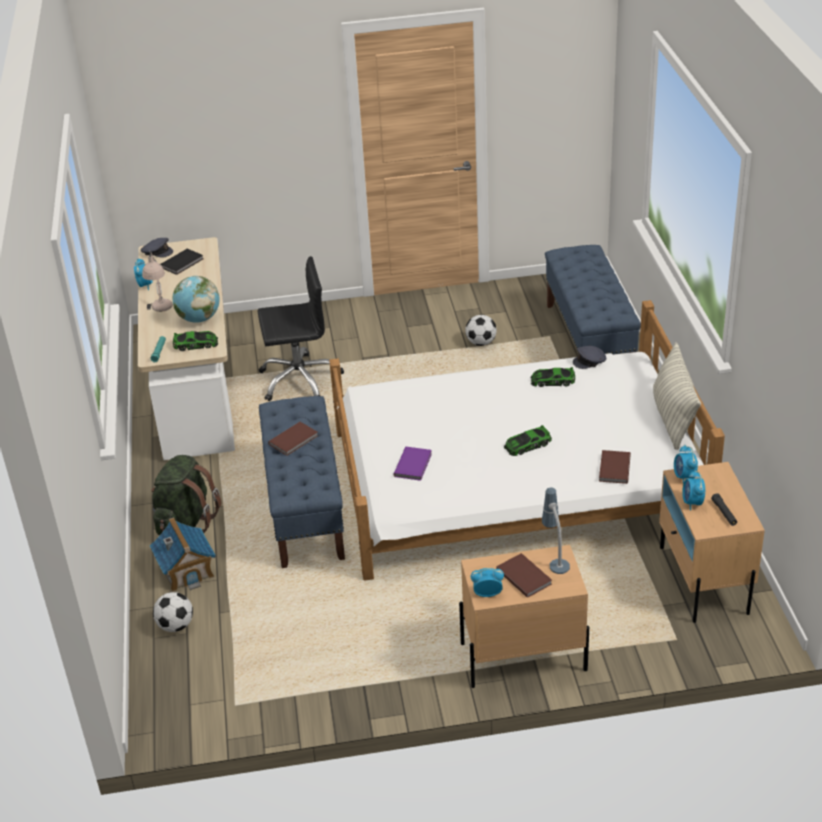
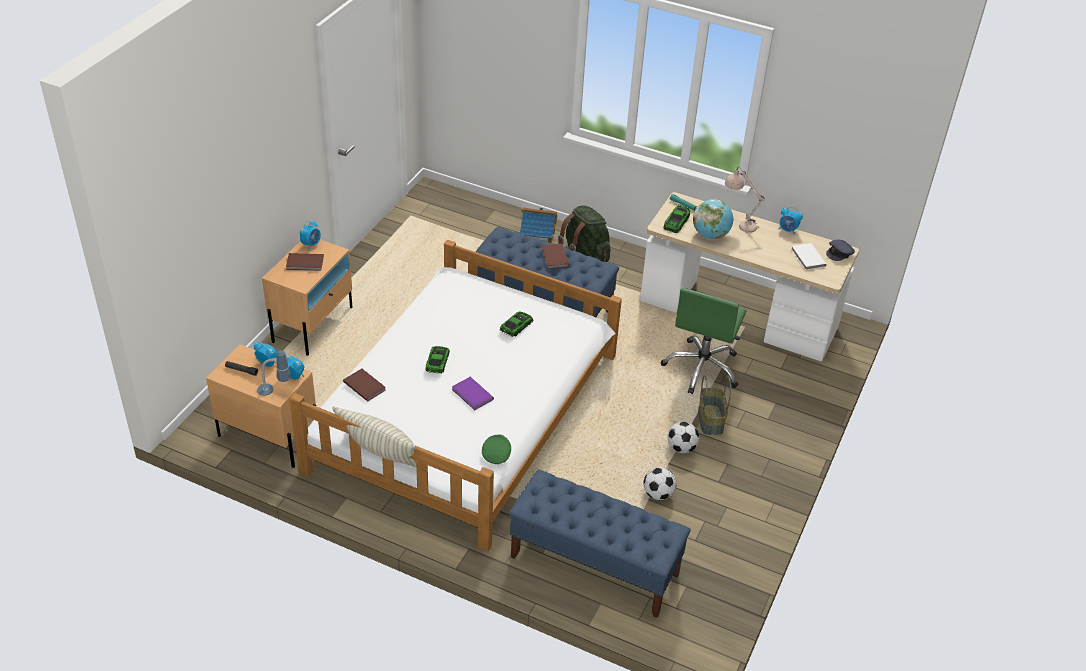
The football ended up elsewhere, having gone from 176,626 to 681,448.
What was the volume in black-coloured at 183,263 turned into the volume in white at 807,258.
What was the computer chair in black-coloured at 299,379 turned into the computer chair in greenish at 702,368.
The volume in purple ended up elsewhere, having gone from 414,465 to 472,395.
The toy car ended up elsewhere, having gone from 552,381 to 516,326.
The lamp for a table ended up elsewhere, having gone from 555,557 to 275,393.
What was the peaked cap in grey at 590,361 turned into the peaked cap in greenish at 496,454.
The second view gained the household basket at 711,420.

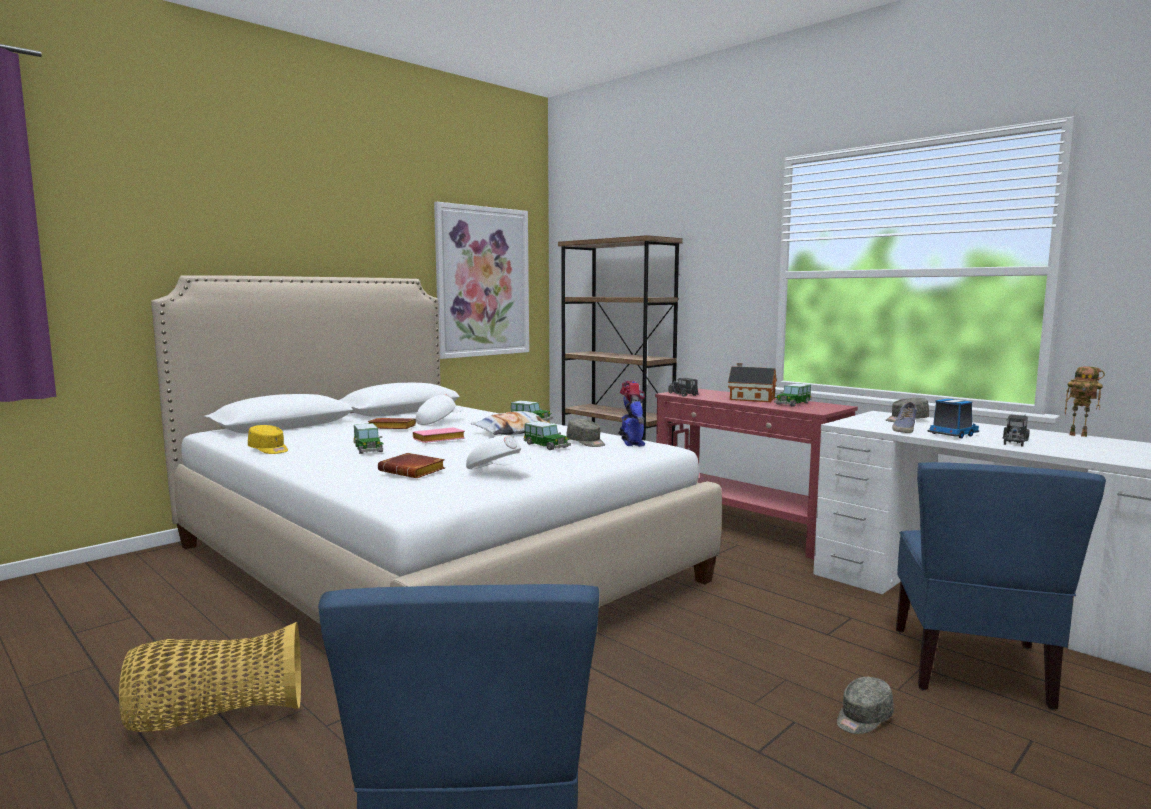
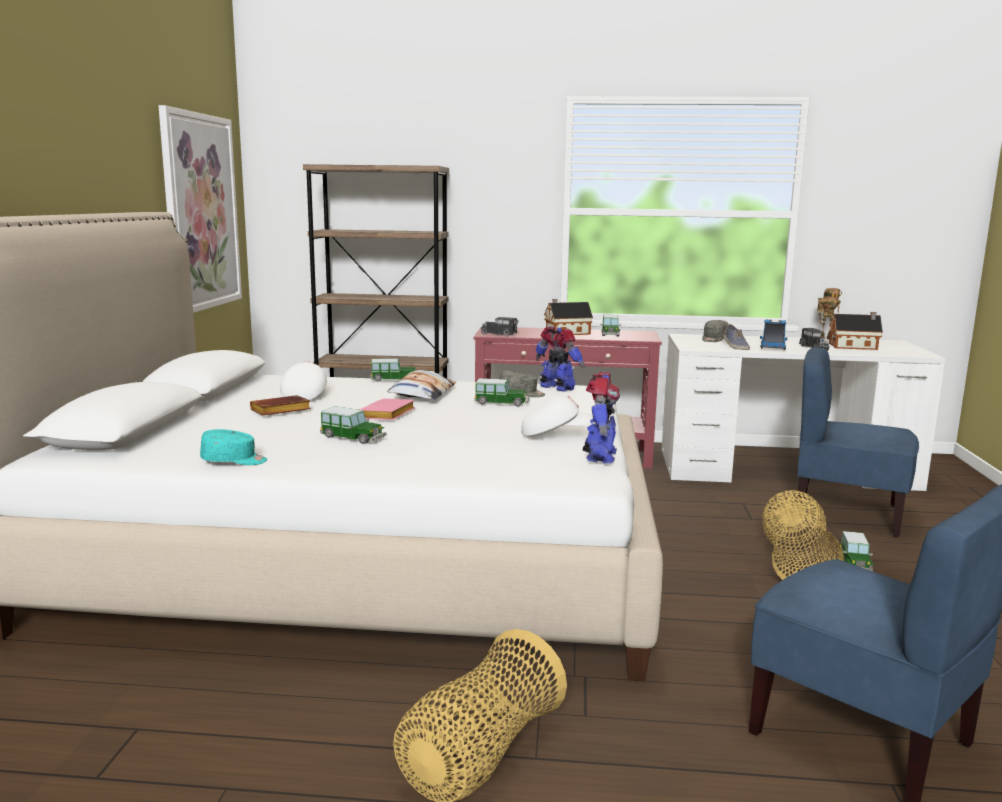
What was the peaked cap in yellow-coloured at 269,450 turned into the peaked cap in turquoise-coloured at 234,461.
The second view lost the volume in brownish at 414,471.
Where the peaked cap in grey stood at 863,718, the toy car came to stand at 855,563.
The chair in blue at 972,667 ended up facing another way, 135 degrees clockwise from before.
The second view gained the robot figure at 599,456.
The second view gained the household basket at 795,563.
The second view gained the model house at 855,346.

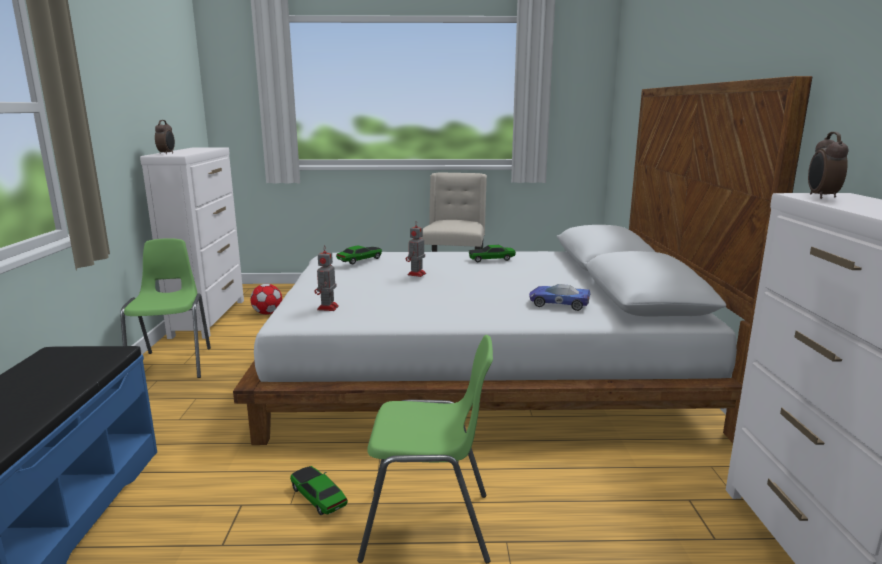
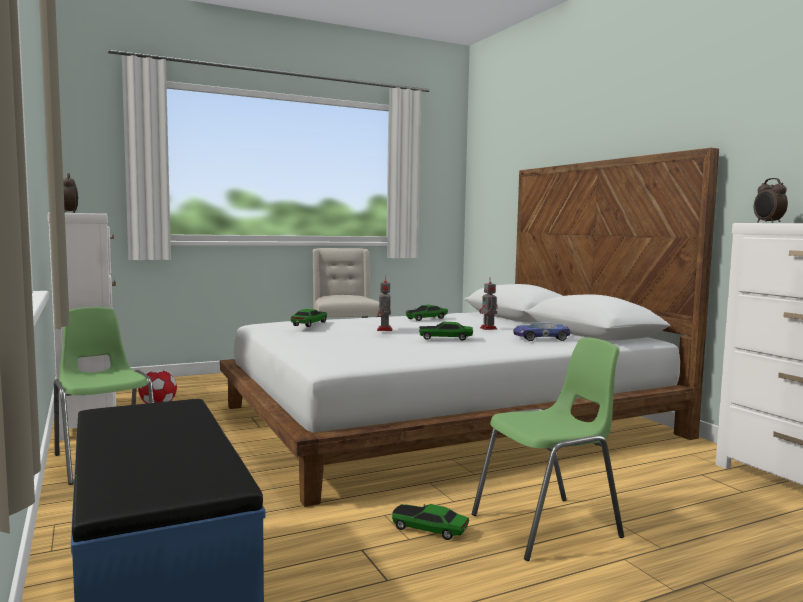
The robot figure ended up elsewhere, having gone from 327,308 to 488,328.
The second view gained the toy car at 445,338.

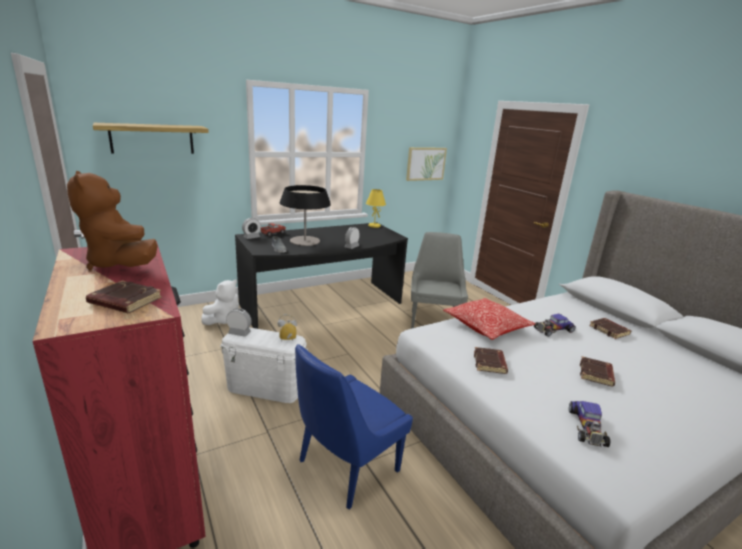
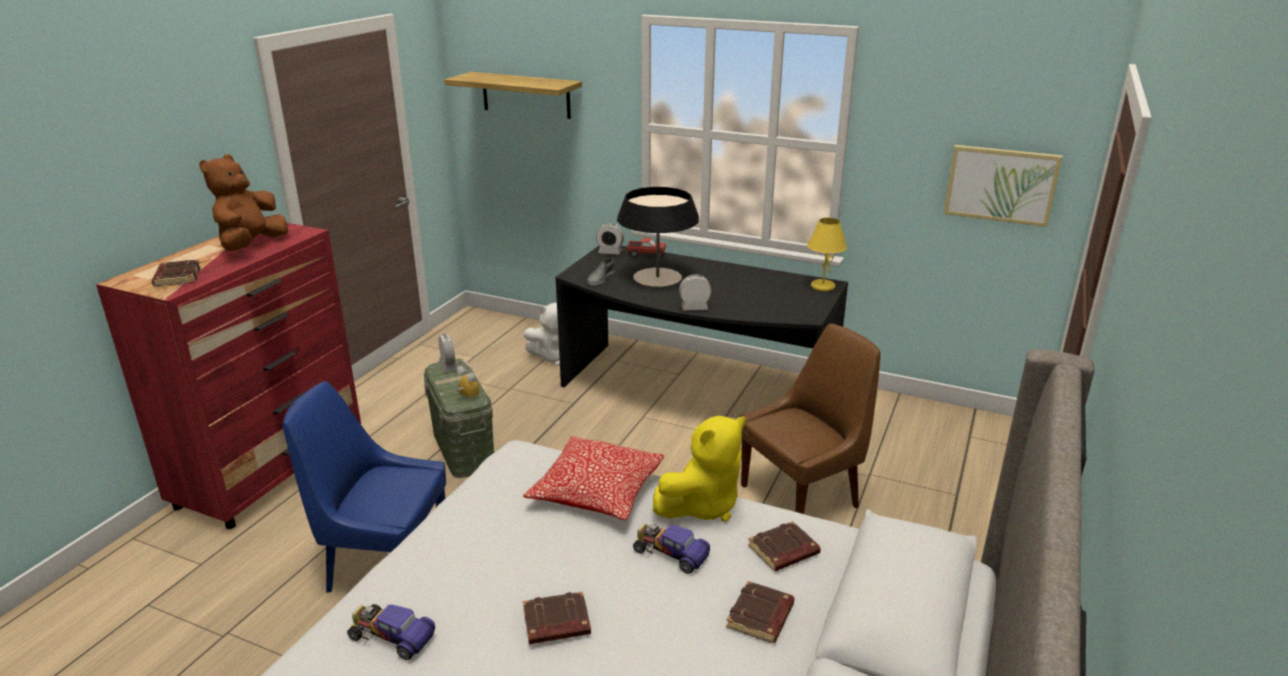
What was the storage bin in white at 265,388 turned into the storage bin in greenish at 463,449.
What was the chair in grey at 433,321 turned into the chair in brownish at 803,495.
The volume in brownish ended up elsewhere, having gone from 490,363 to 783,551.
The toy car at 587,427 ended up facing another way, 45 degrees clockwise from before.
The second view gained the cuddly toy in yellow-coloured at 702,505.

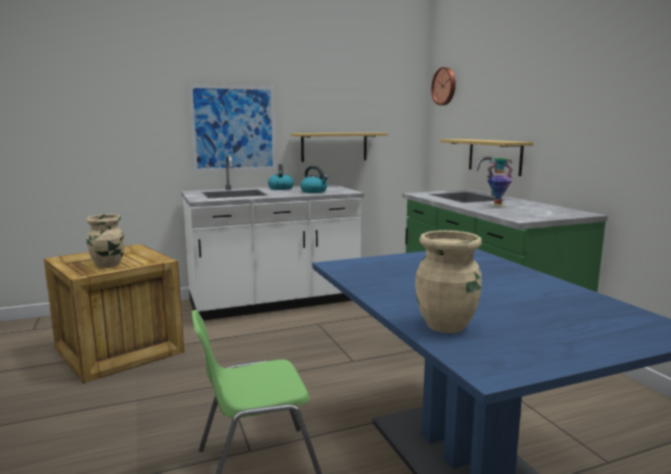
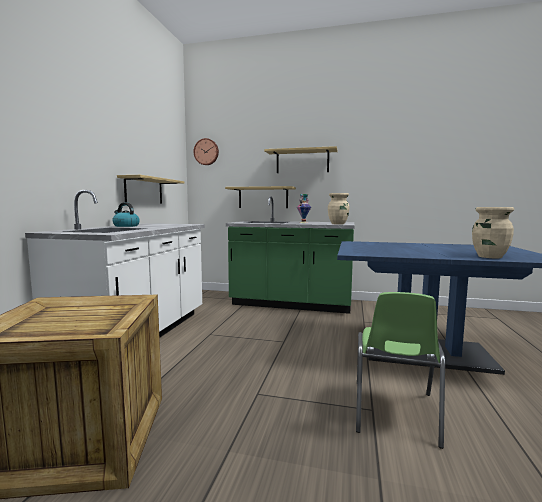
The flower vase in beige-coloured ended up elsewhere, having gone from 108,265 to 338,224.
The second view lost the picture at 234,128.
The second view lost the kettle at 314,191.
The second view gained the bracket shelf at 302,162.

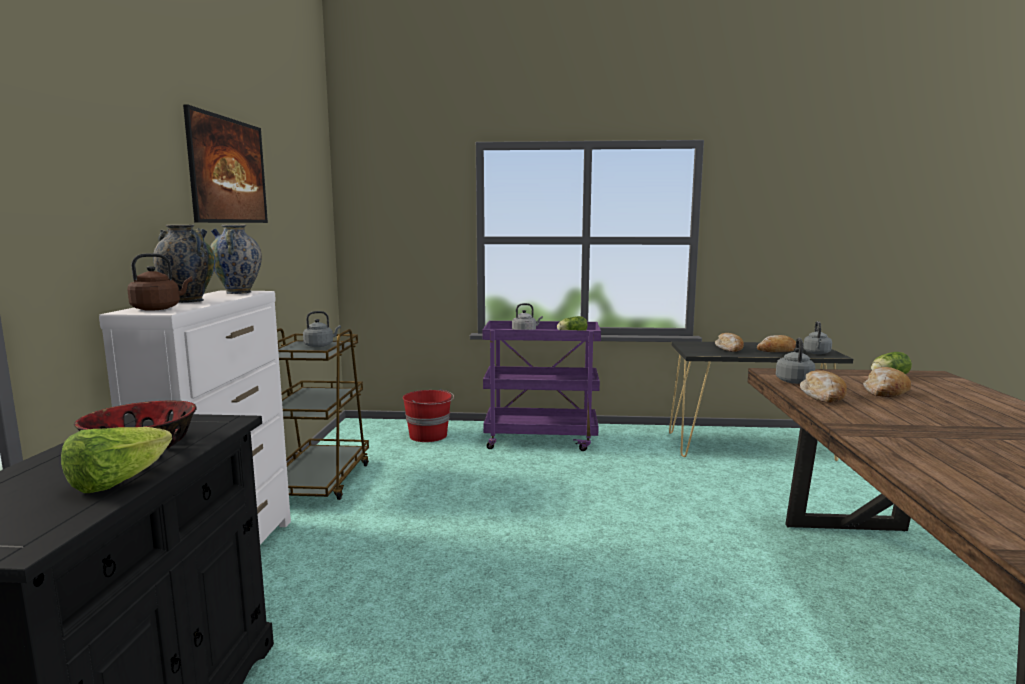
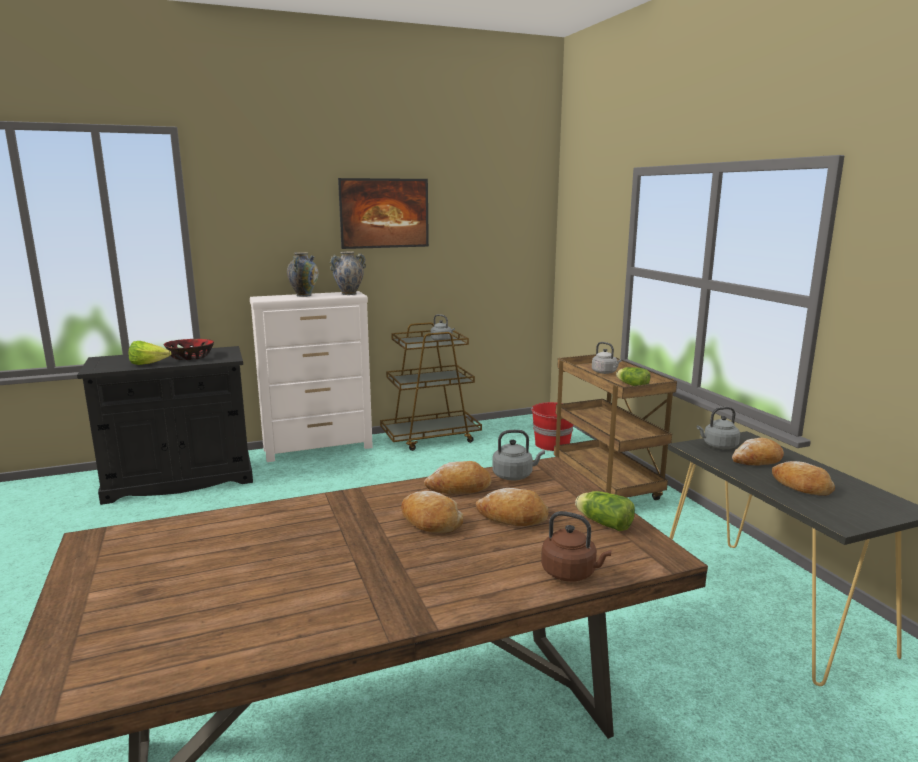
The kettle in brownish ended up elsewhere, having gone from 159,308 to 571,573.
What was the cart in purple at 541,440 turned into the cart in brownish at 607,486.
The kettle in grey ended up elsewhere, having gone from 817,353 to 718,446.
The second view gained the baked bread at 430,521.

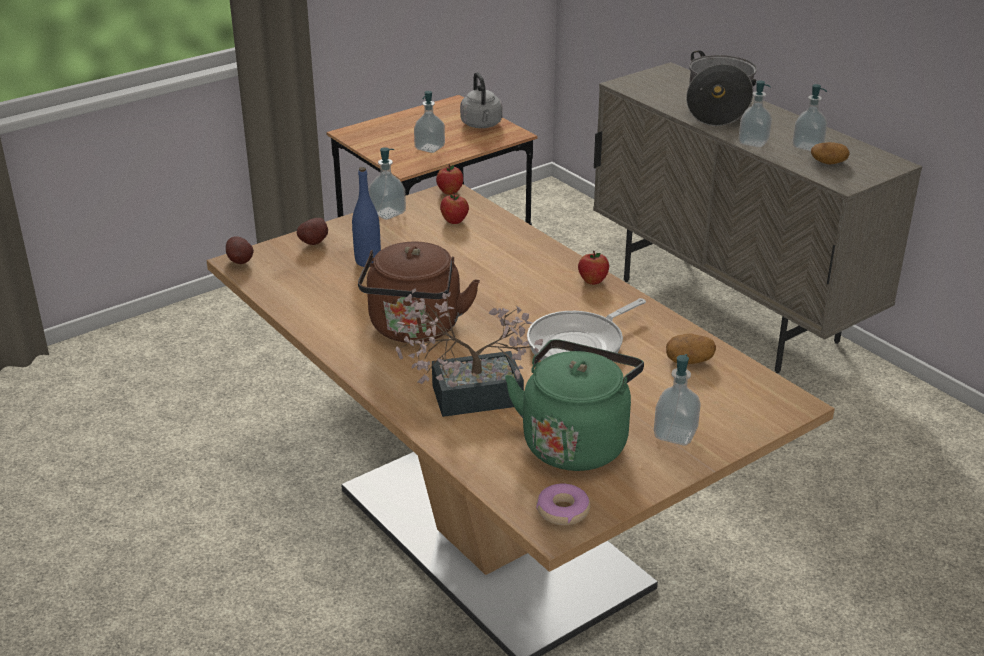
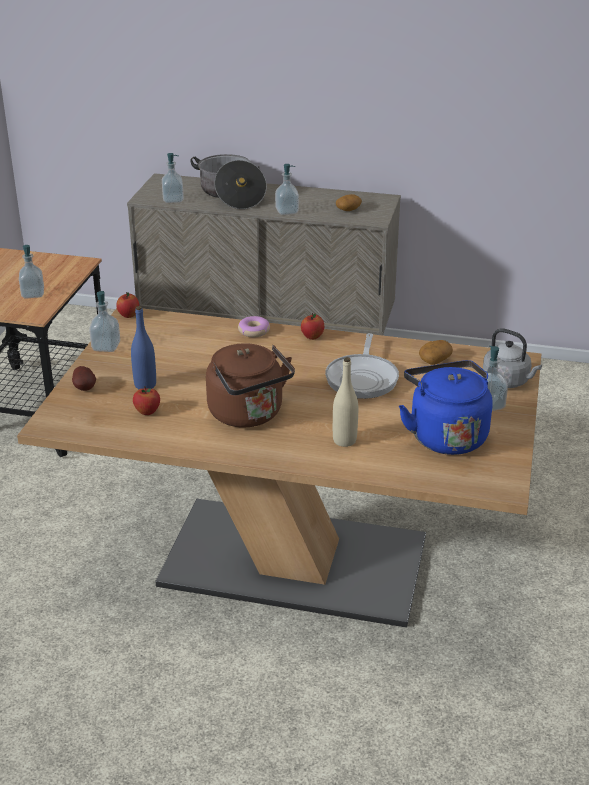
The second view lost the whole potato at 241,262.
Where the potted plant stood at 465,396, the beverage bottle in beige-coloured came to stand at 344,440.
The apple fruit ended up elsewhere, having gone from 454,221 to 147,412.
The kettle in grey ended up elsewhere, having gone from 482,125 to 508,381.
What was the kettle in greenish at 576,442 turned into the kettle in blue at 445,435.
The donut ended up elsewhere, having gone from 563,511 to 254,331.
The soap bottle ended up elsewhere, having gone from 807,146 to 173,200.

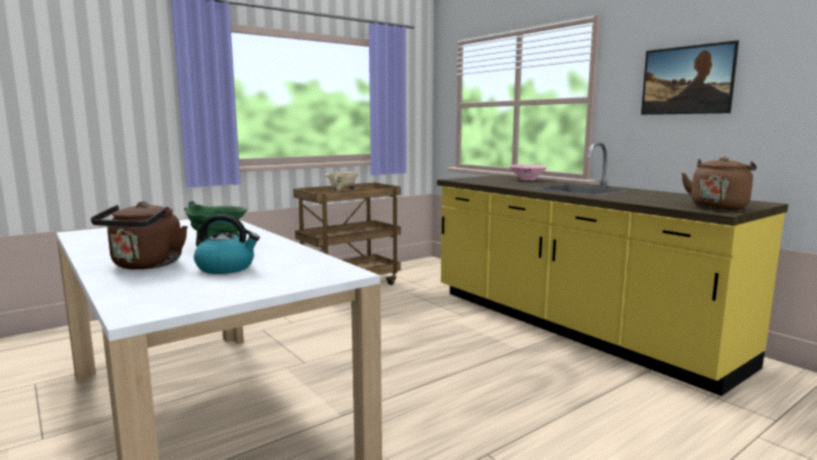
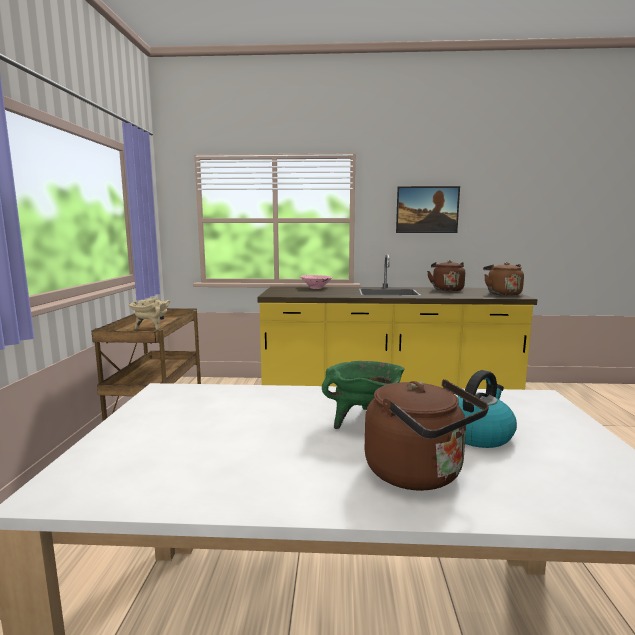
The second view gained the kettle in brownish at 446,289.

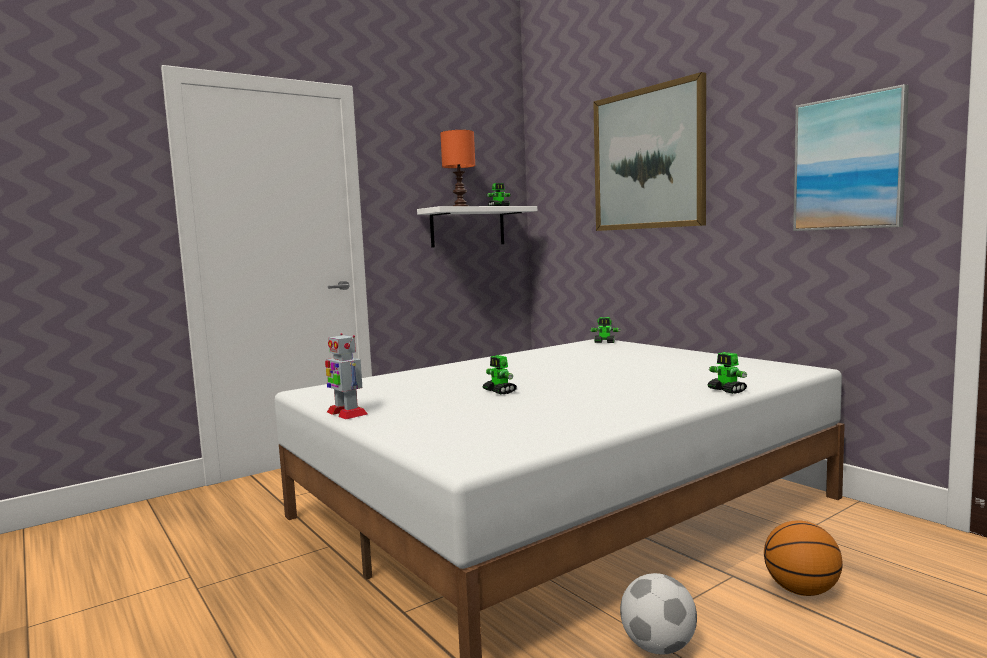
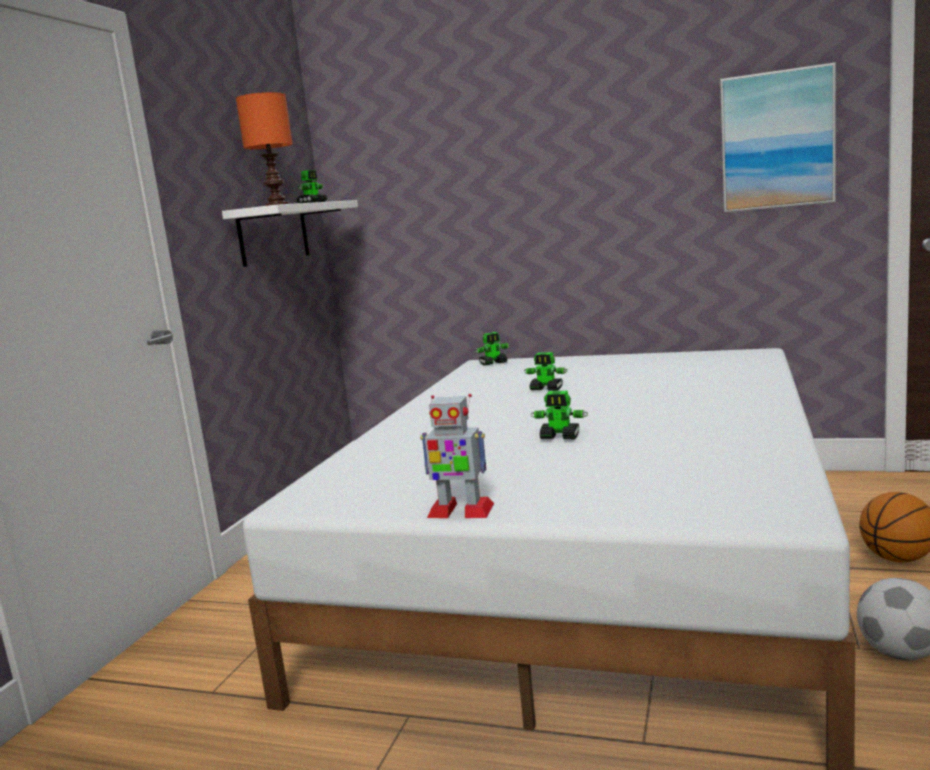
The second view lost the picture at 648,159.
The robot figure ended up elsewhere, having gone from 727,390 to 547,389.

